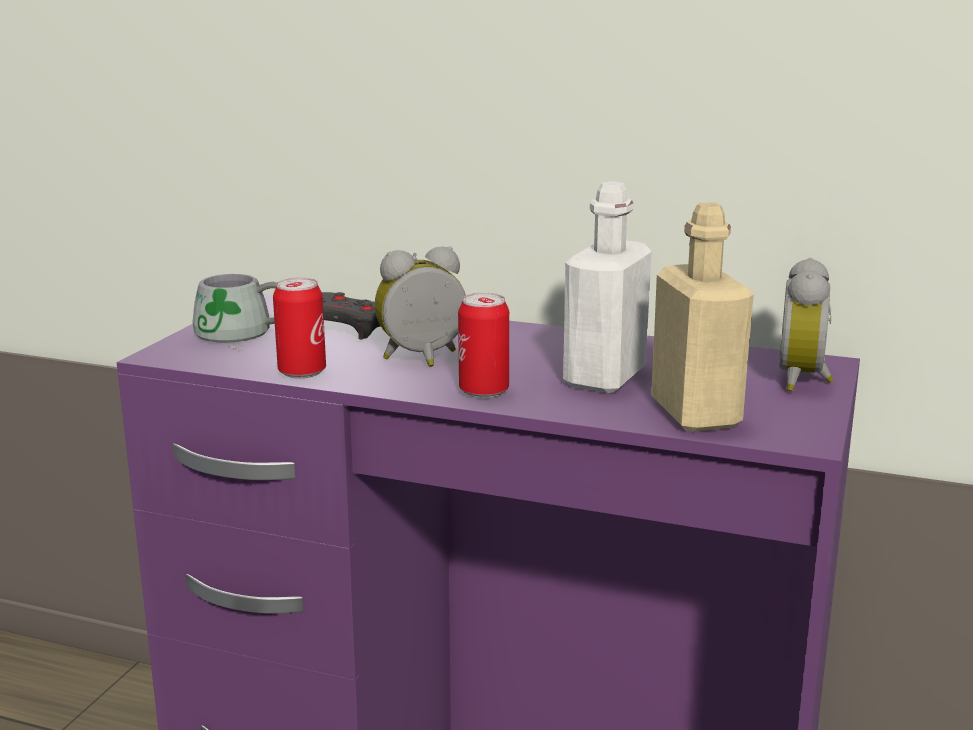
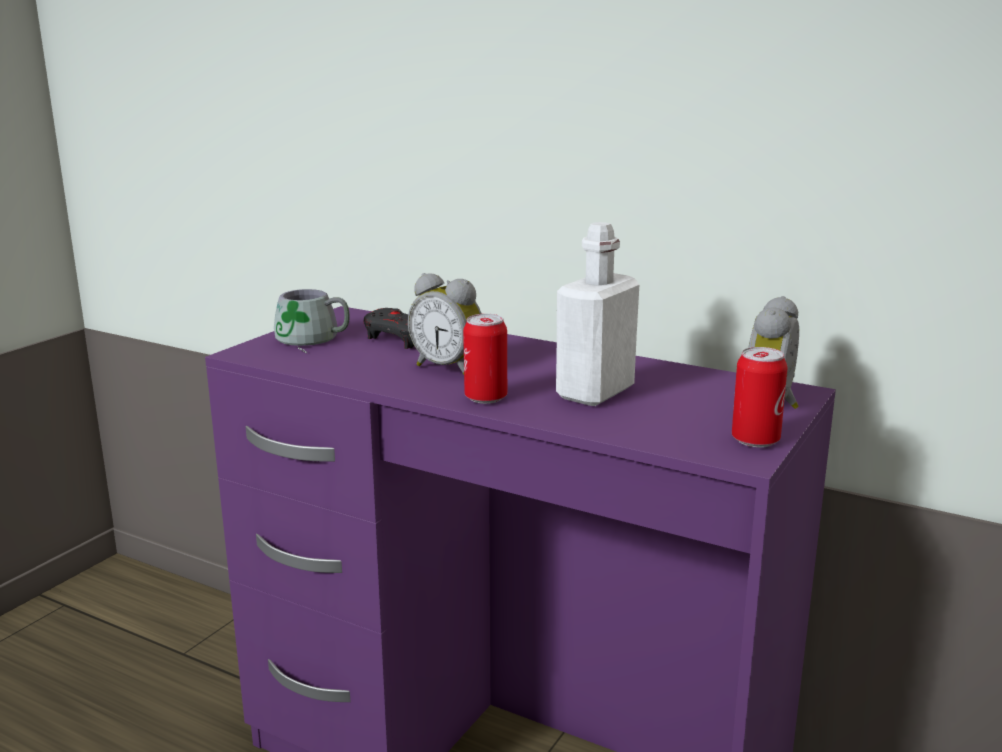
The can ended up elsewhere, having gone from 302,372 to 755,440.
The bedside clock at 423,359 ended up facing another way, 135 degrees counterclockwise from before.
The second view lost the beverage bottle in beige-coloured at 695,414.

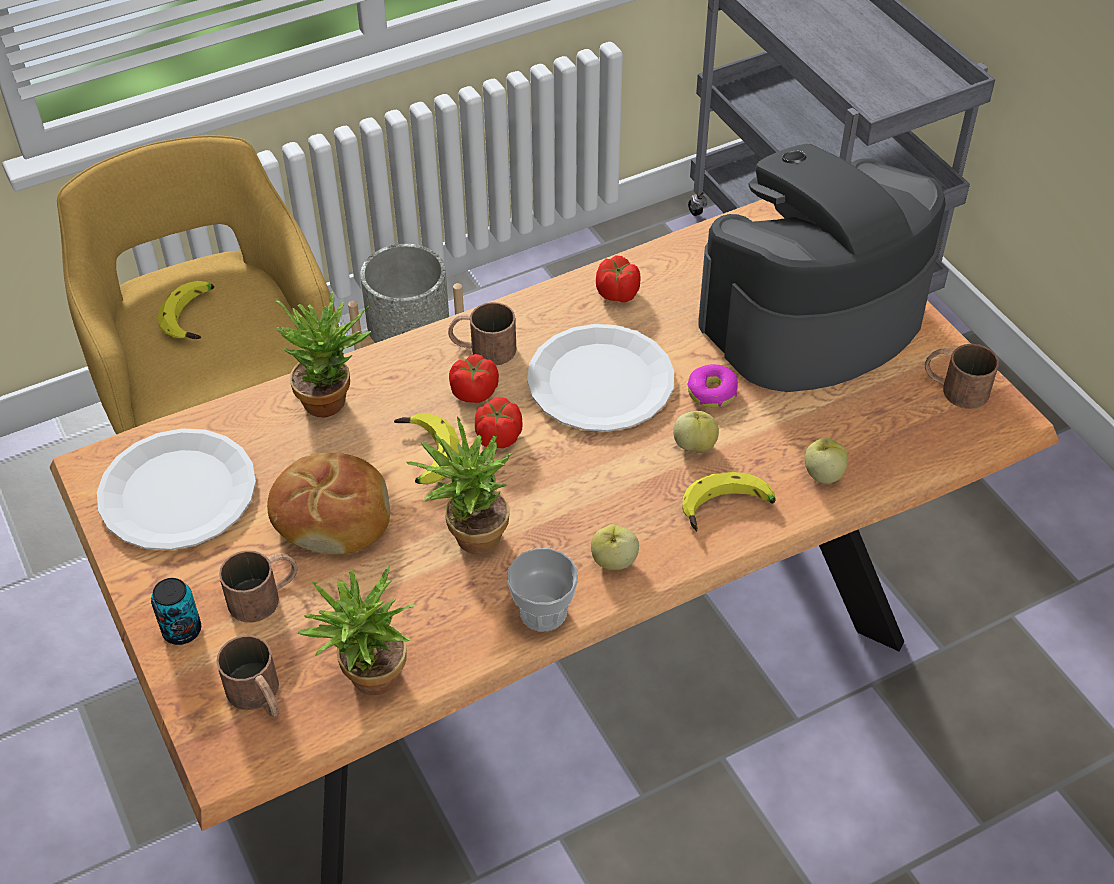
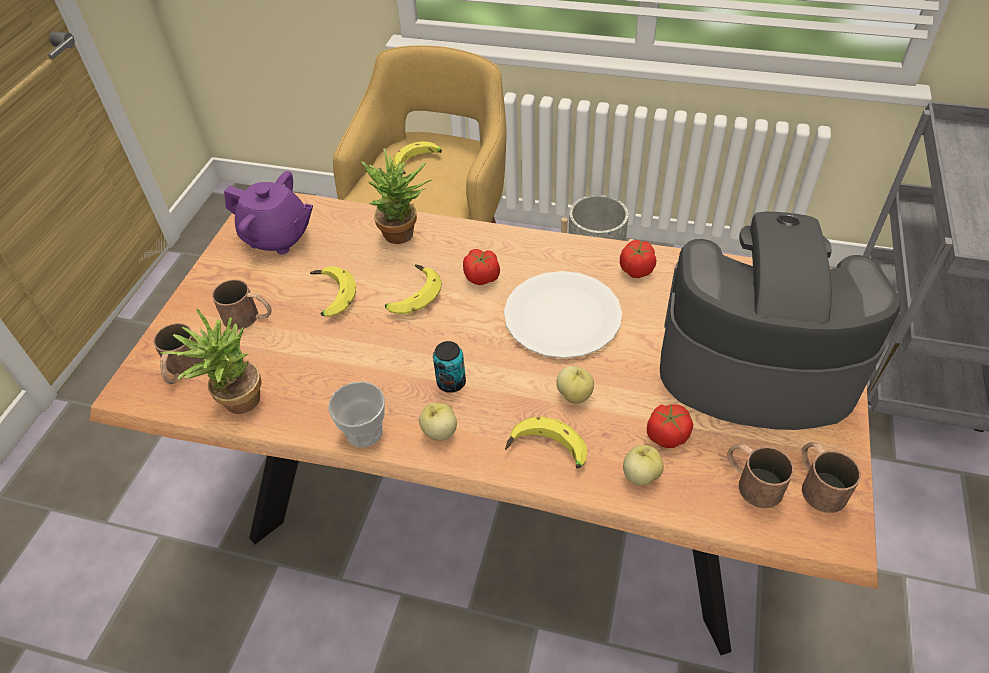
Where the flat dish in white stood at 177,493, the teapot in purple came to stand at 278,237.
The can ended up elsewhere, having gone from 182,630 to 451,382.
Where the baked bread stood at 332,515, the banana came to stand at 329,297.
The second view lost the potted plant at 468,536.
The mug in brownish ended up elsewhere, having gone from 482,348 to 751,481.
The fresh tomato ended up elsewhere, having gone from 498,437 to 667,435.
The second view lost the donut at 711,392.

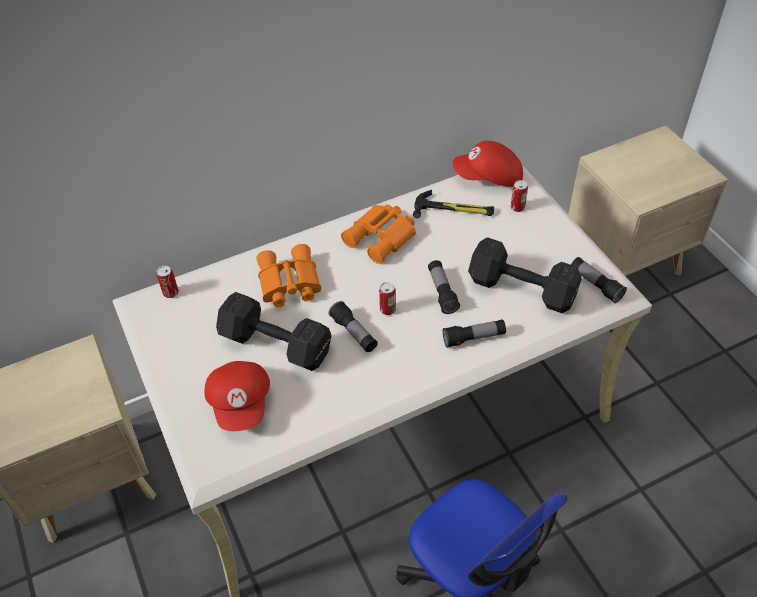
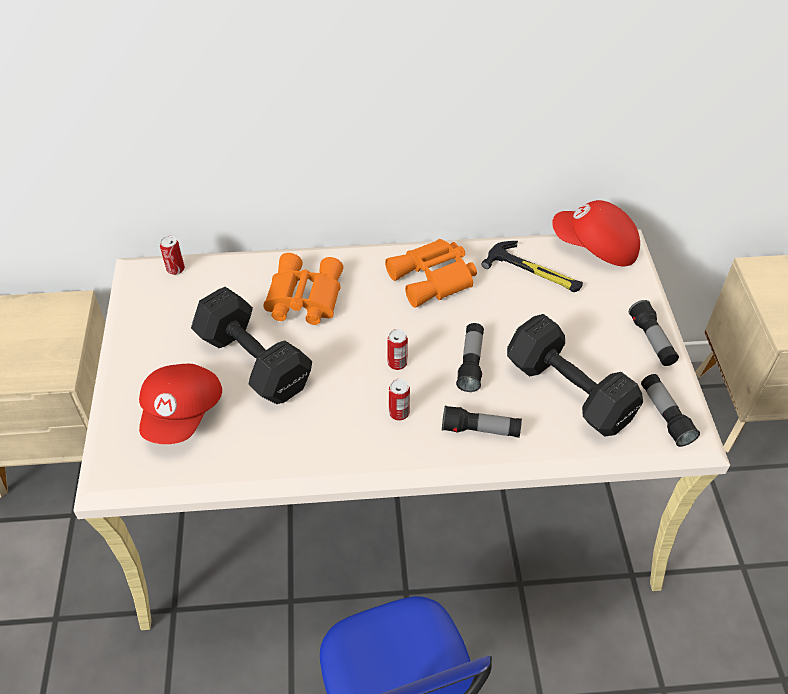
The flashlight ended up elsewhere, having gone from 354,333 to 651,341.
The can ended up elsewhere, having gone from 517,207 to 399,413.

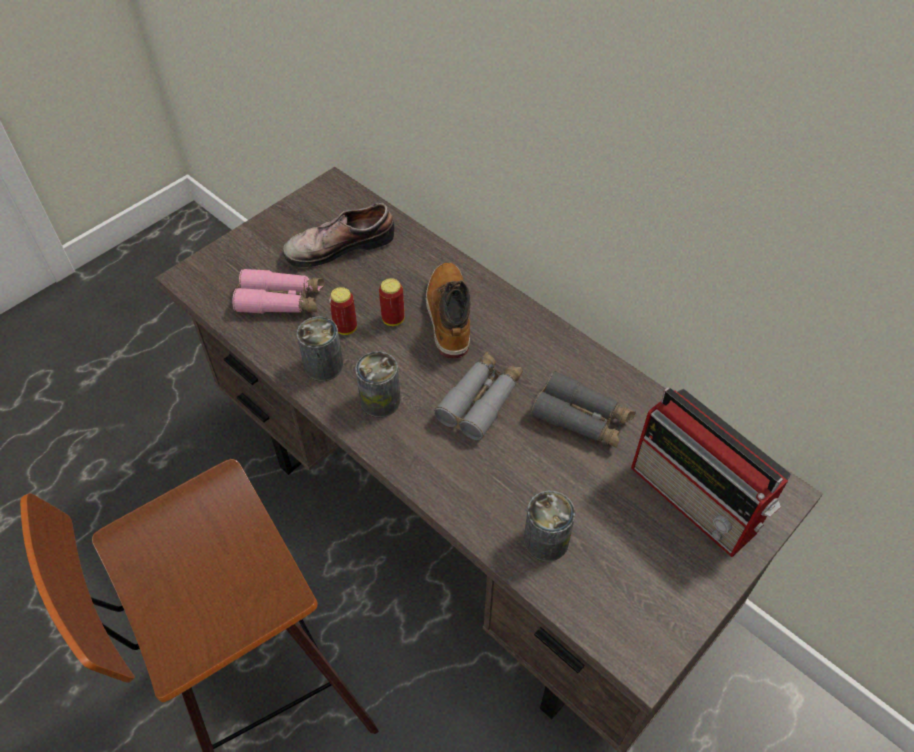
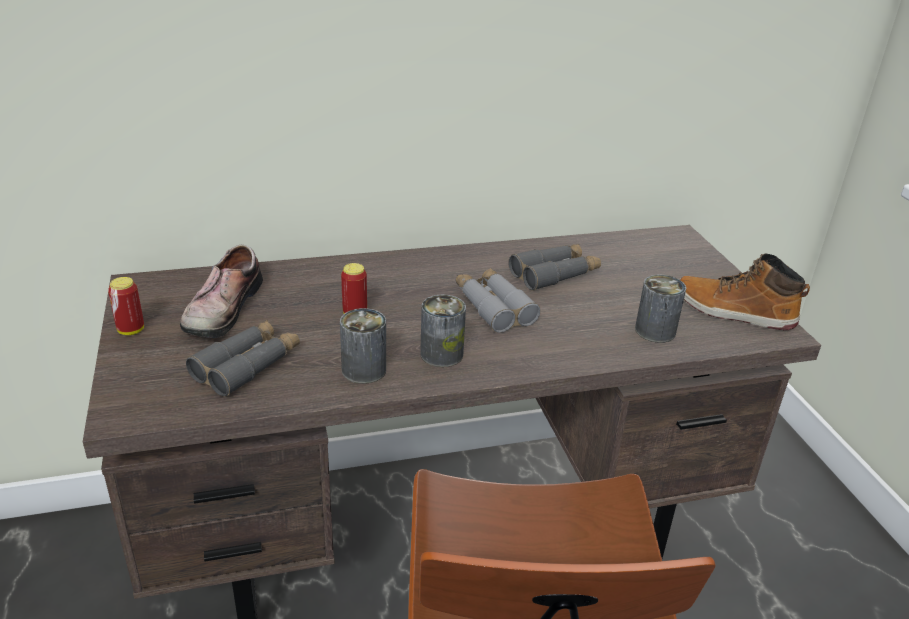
What was the field glasses in pinkish at 281,301 turned into the field glasses in grey at 247,365.
The can ended up elsewhere, having gone from 345,328 to 131,330.
The tall boot ended up elsewhere, having gone from 448,316 to 734,312.
The second view lost the radio at 696,501.

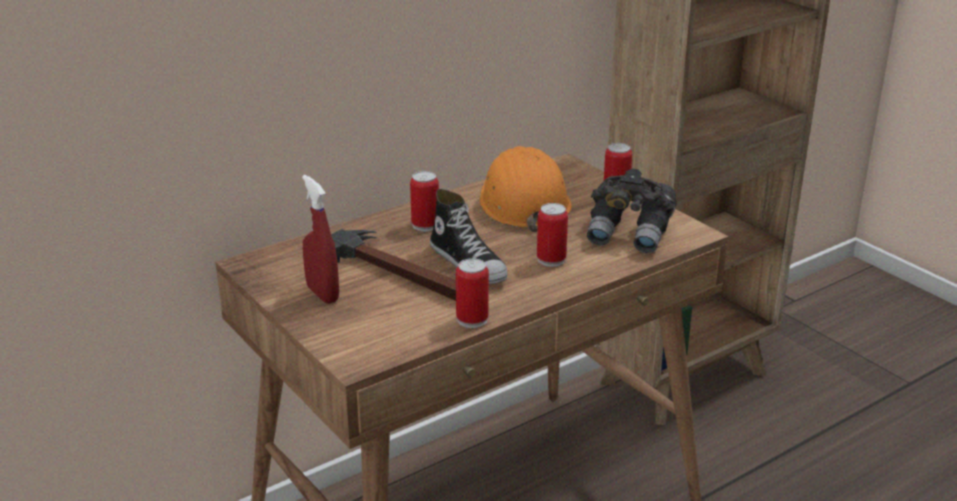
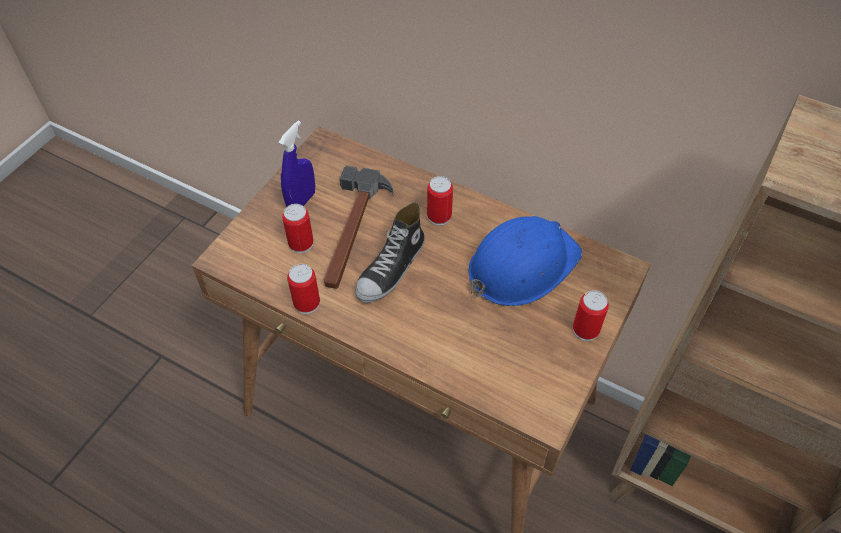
What was the spray bottle in reddish at 322,294 turned into the spray bottle in blue at 301,201.
What was the work helmet in orange-coloured at 523,203 turned into the work helmet in blue at 521,265.
The can ended up elsewhere, having gone from 551,260 to 301,244.
The second view lost the field glasses in grey at 630,234.

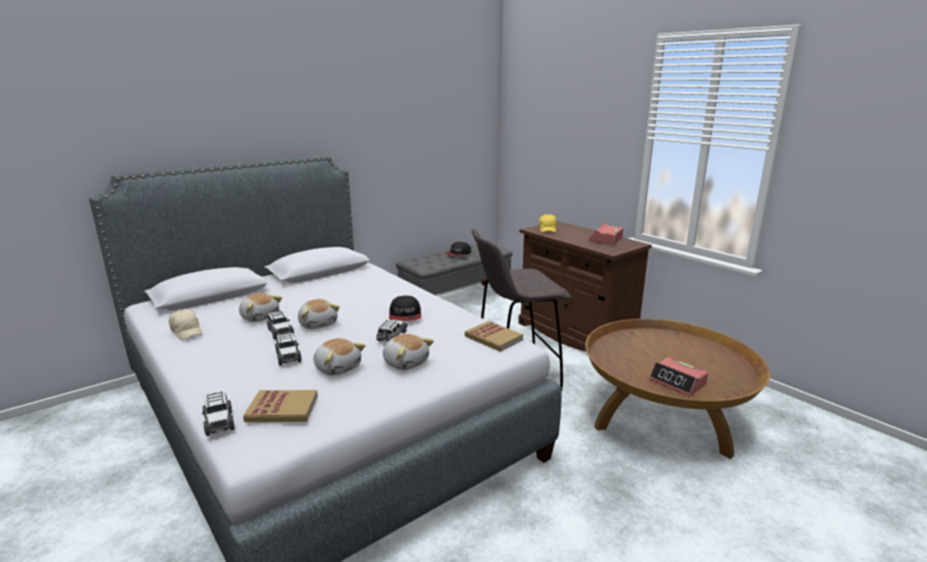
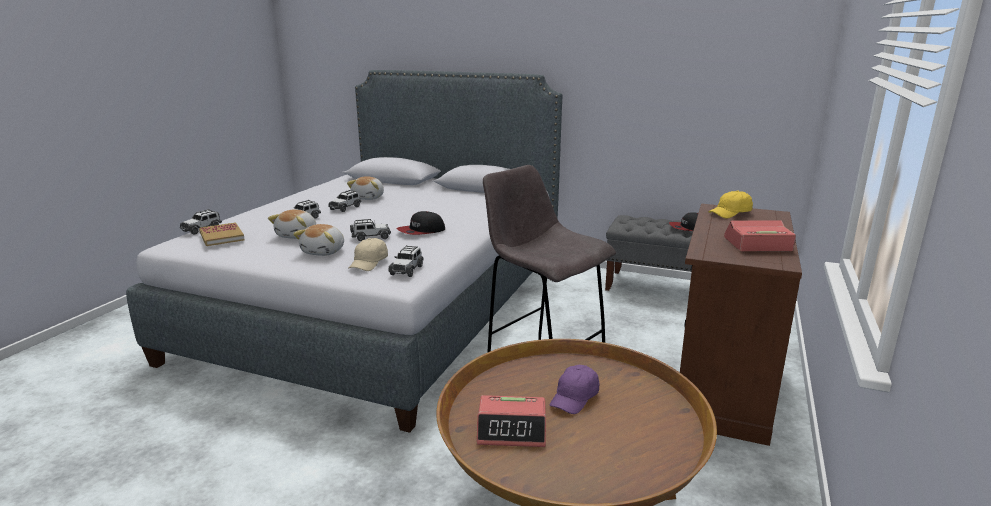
The peaked cap in beige-coloured ended up elsewhere, having gone from 187,332 to 369,263.
The second view lost the cuddly toy at 318,324.
Where the volume stood at 493,338, the toy car came to stand at 407,270.
The bedside clock at 677,382 ended up facing another way, 105 degrees counterclockwise from before.
The second view gained the peaked cap in purple at 575,398.

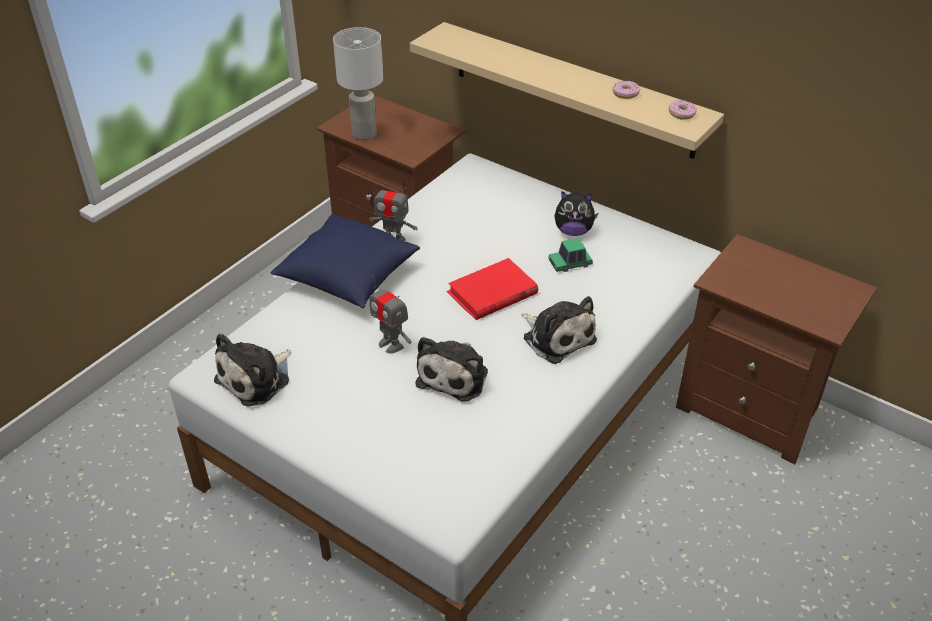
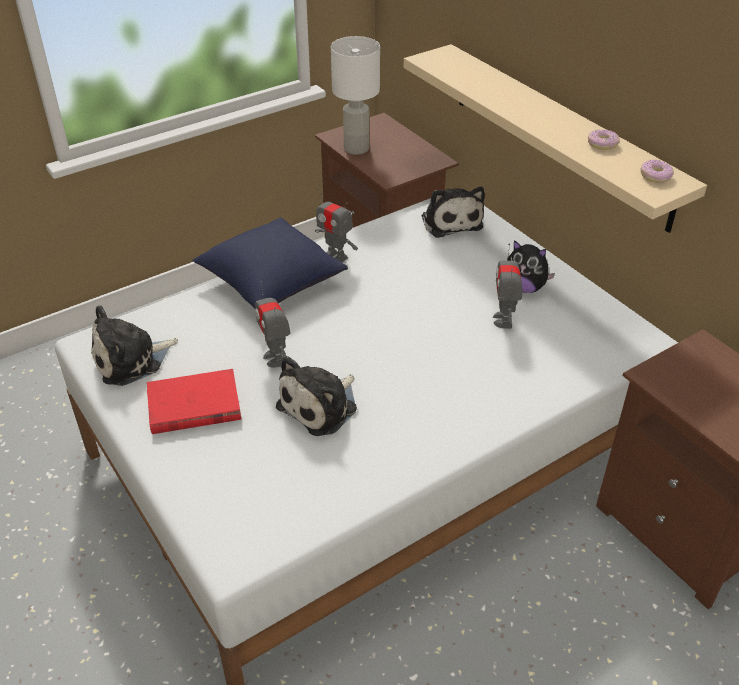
The volume in reddish ended up elsewhere, having gone from 492,293 to 193,406.
The cuddly toy ended up elsewhere, having gone from 557,337 to 450,221.
Where the toy car stood at 570,264, the robot figure came to stand at 503,320.

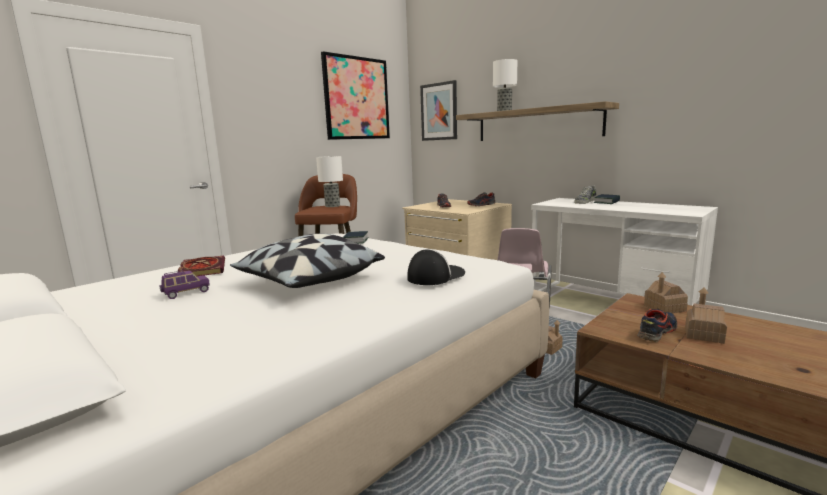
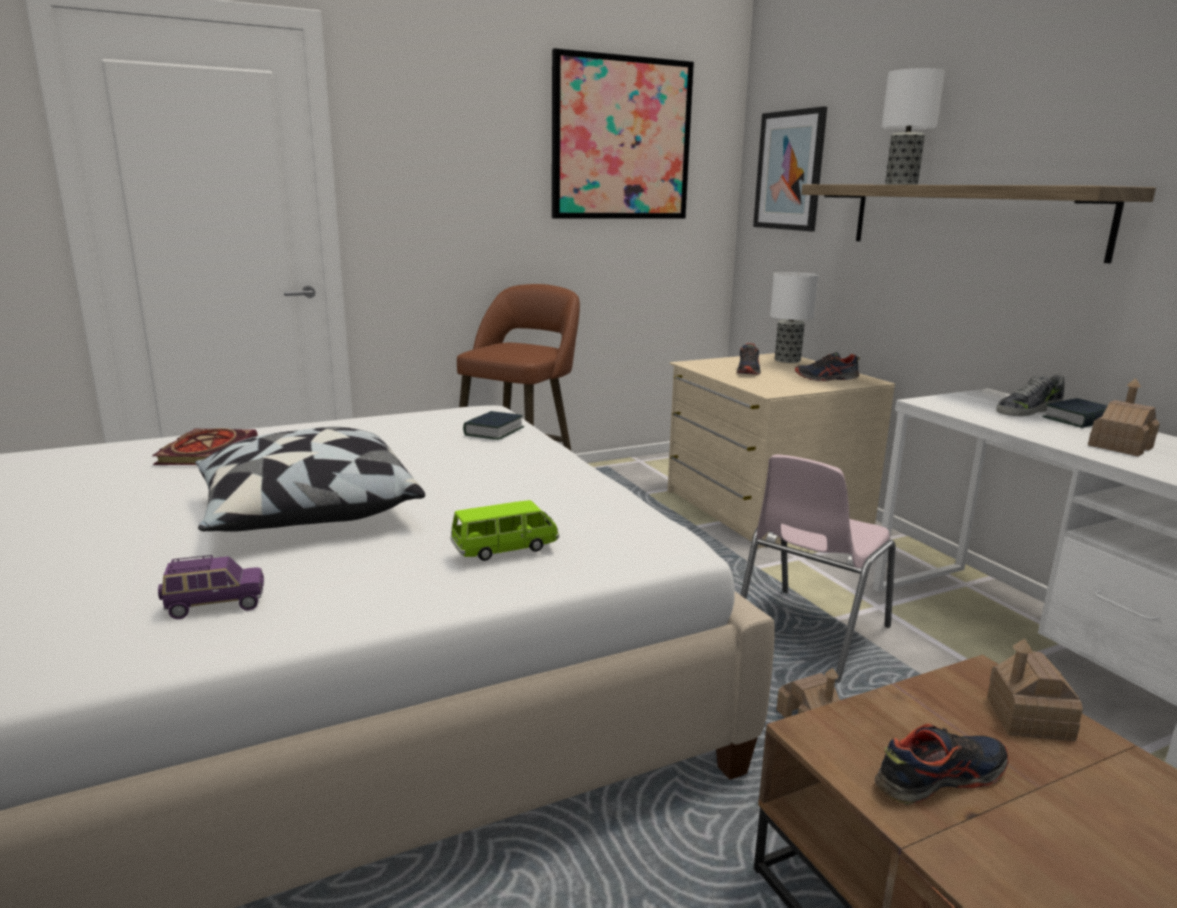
The toy car in purple ended up elsewhere, having gone from 186,293 to 215,605.
The lamp for a table ended up elsewhere, having gone from 332,206 to 787,360.
Where the peaked cap stood at 435,276, the toy car in greenish came to stand at 505,548.
The model house ended up elsewhere, having gone from 703,334 to 1120,446.

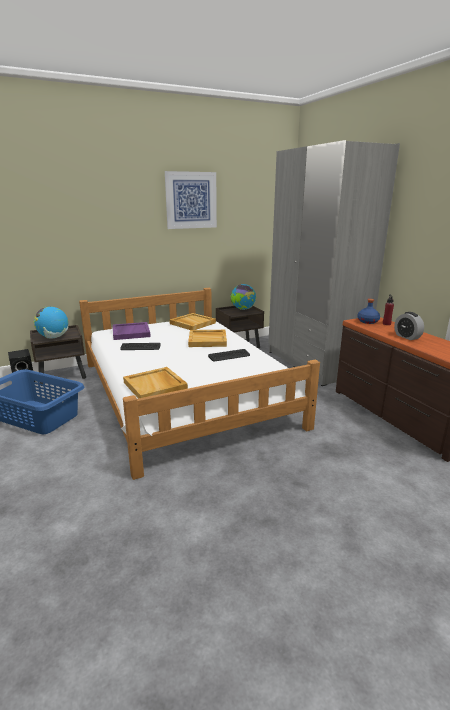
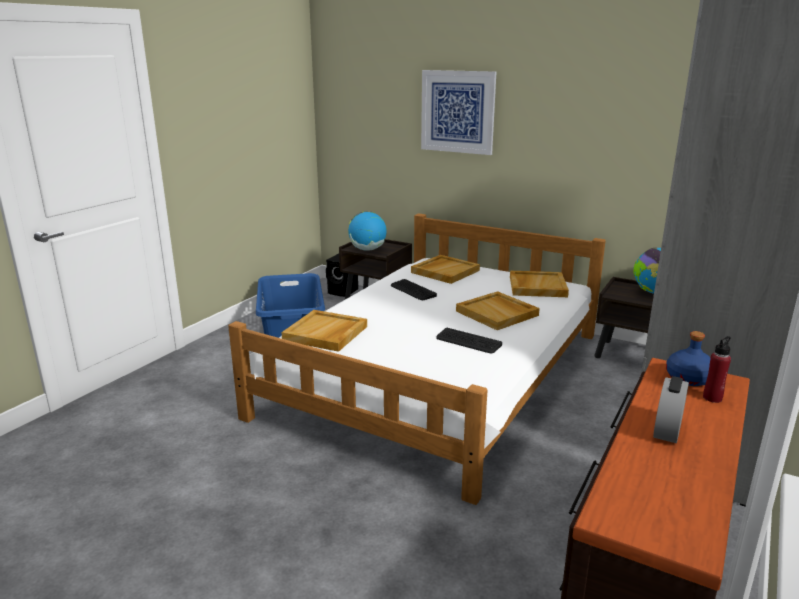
What was the carrying tray in purple at 130,332 turned into the carrying tray in beige-coloured at 445,271.
The picture ended up elsewhere, having gone from 191,200 to 457,112.

